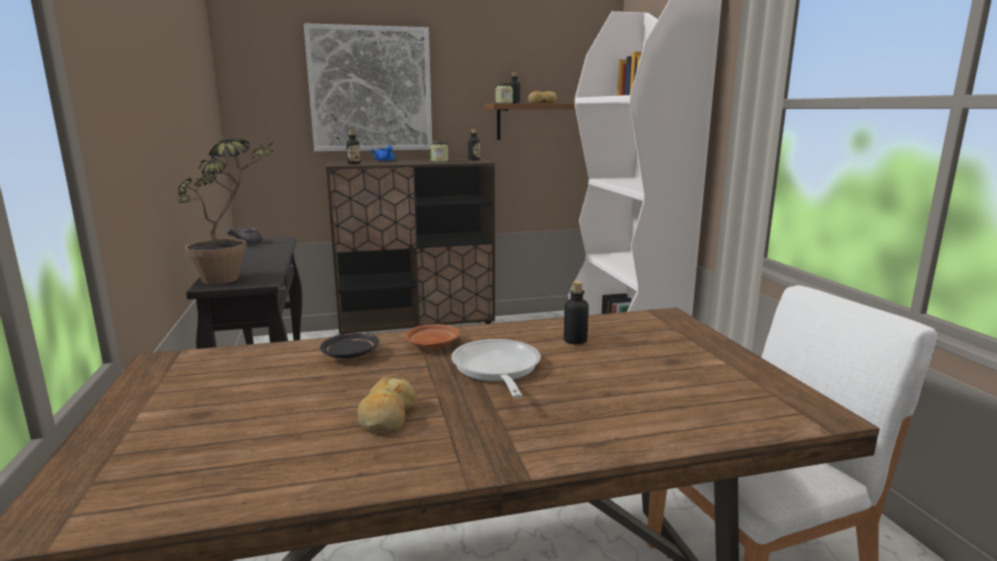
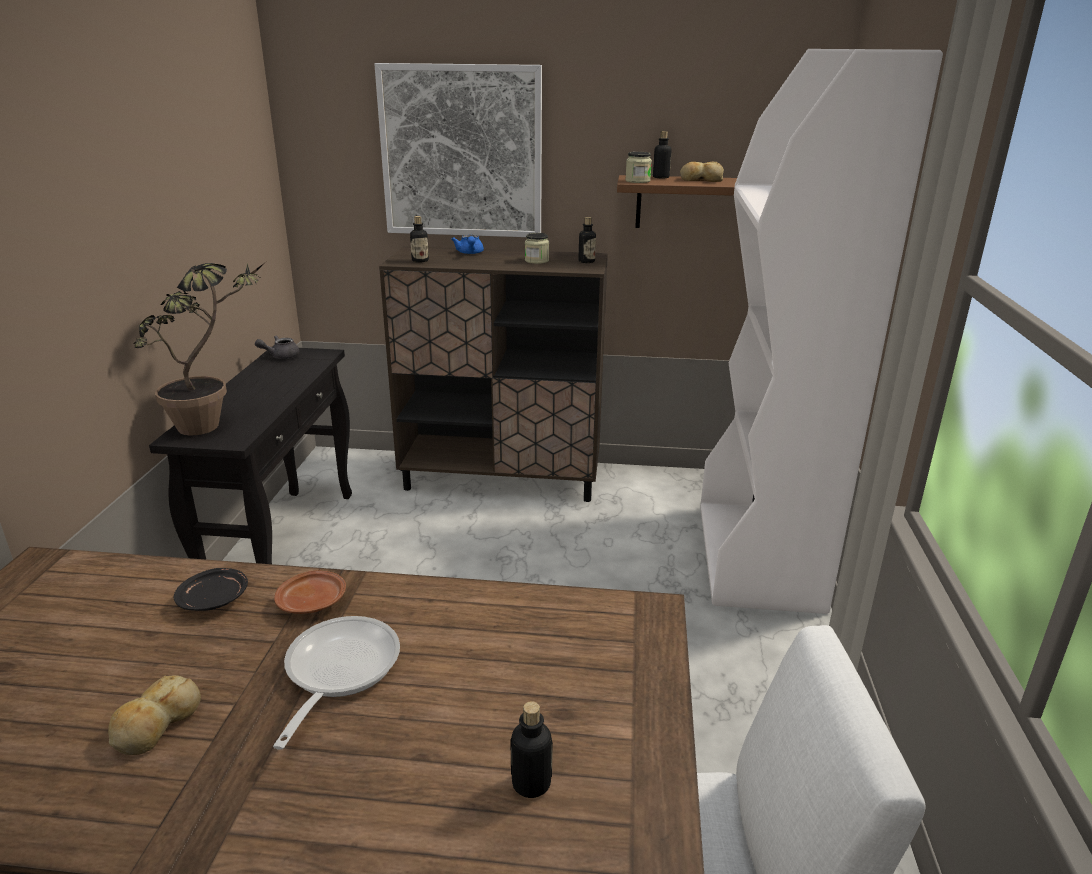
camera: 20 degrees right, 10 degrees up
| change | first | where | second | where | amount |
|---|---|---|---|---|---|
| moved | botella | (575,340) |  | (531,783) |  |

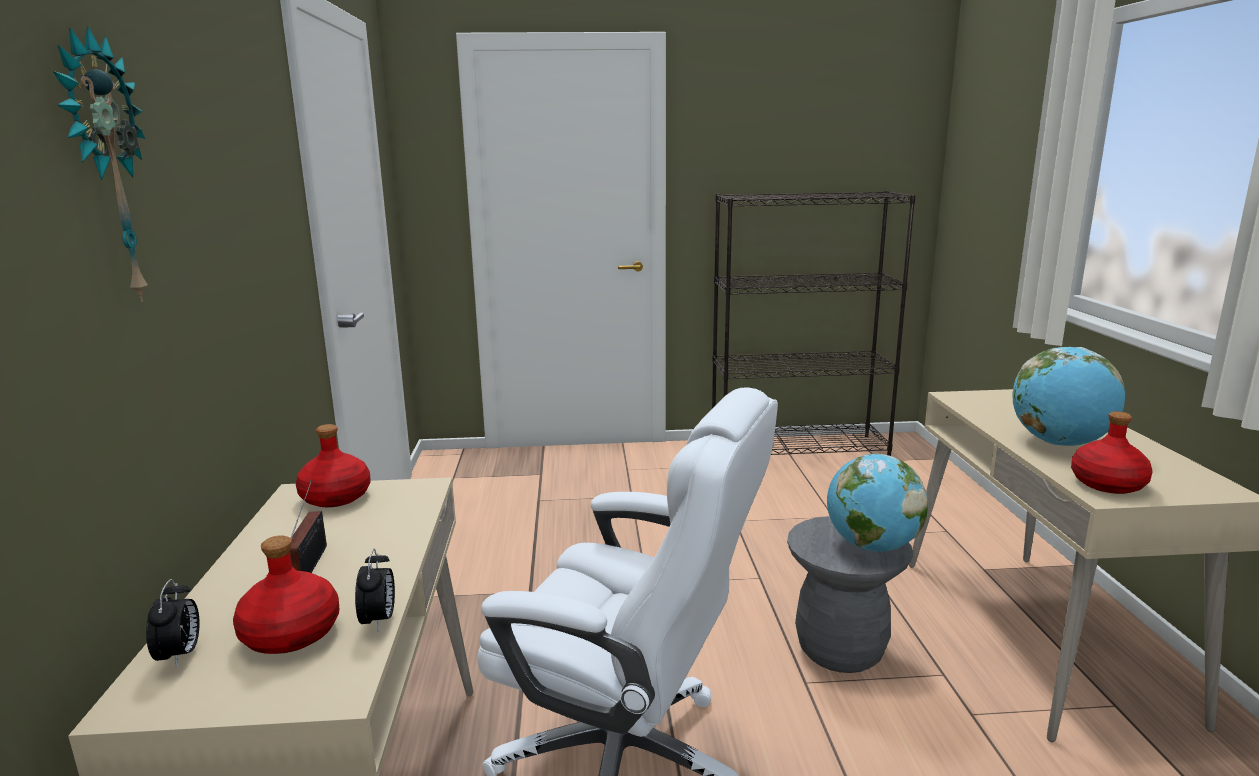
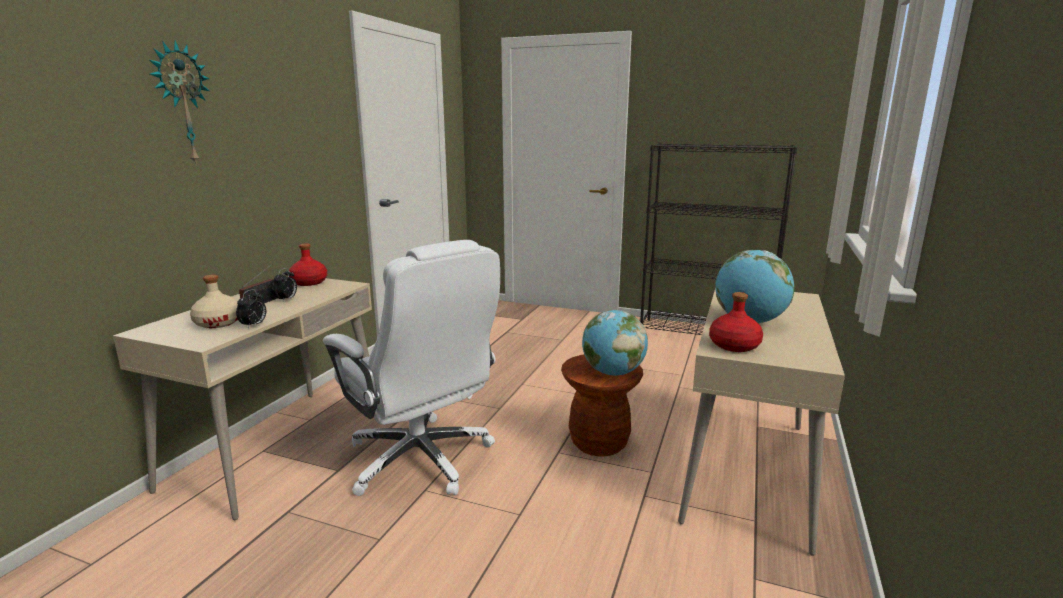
camera: 25 degrees right, 0 degrees up
| change | first | where | second | where | amount |
|---|---|---|---|---|---|
| moved | despertador | (180,655) |  | (287,299) |  |
| recoloured | botella (rojo) | (290,633) | botella (beis) | (218,323) |  |
| recoloured | taburete (gris) | (840,650) | taburete (marrón) | (599,443) |  |

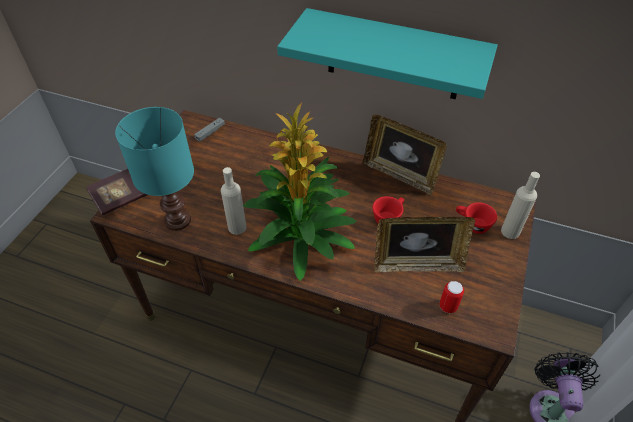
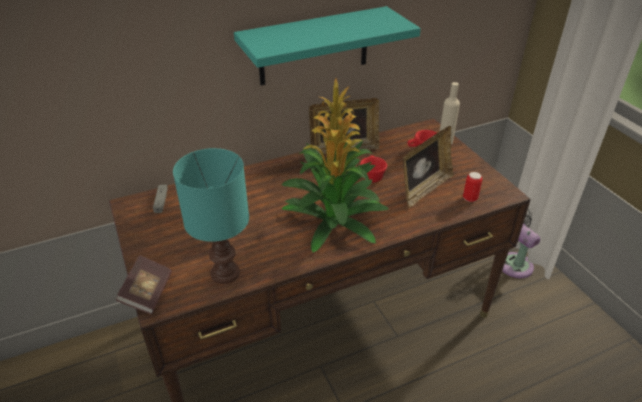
camera: 45 degrees left, 10 degrees down
| change | first | where | second | where | amount |
|---|---|---|---|---|---|
| removed | botella (beis) | (237,227) |  |  |  |

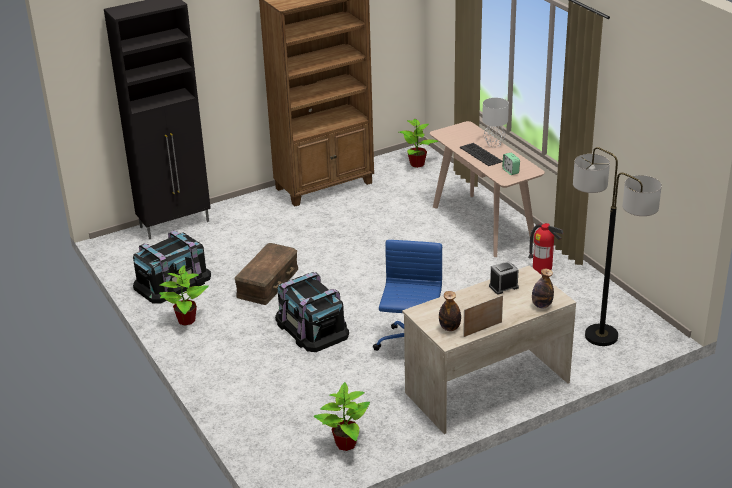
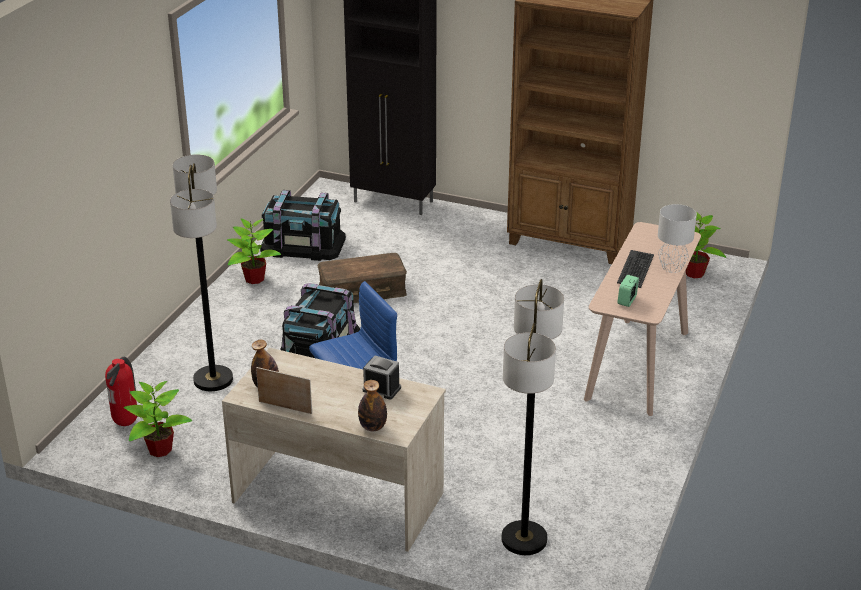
camera: 50 degrees right, 0 degrees up
| change | first | where | second | where | amount |
|---|---|---|---|---|---|
| moved | extintor | (542,273) |  | (126,423) |  |
| added |  |  | lámpara de pie | (213,379) |  |

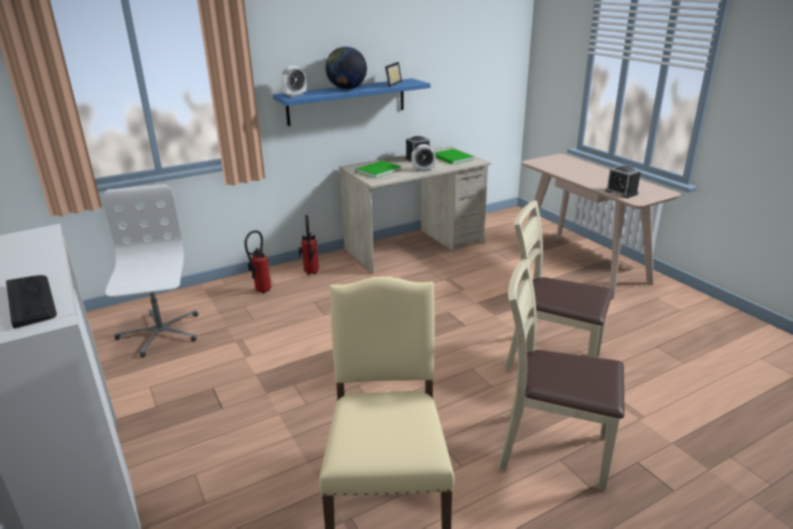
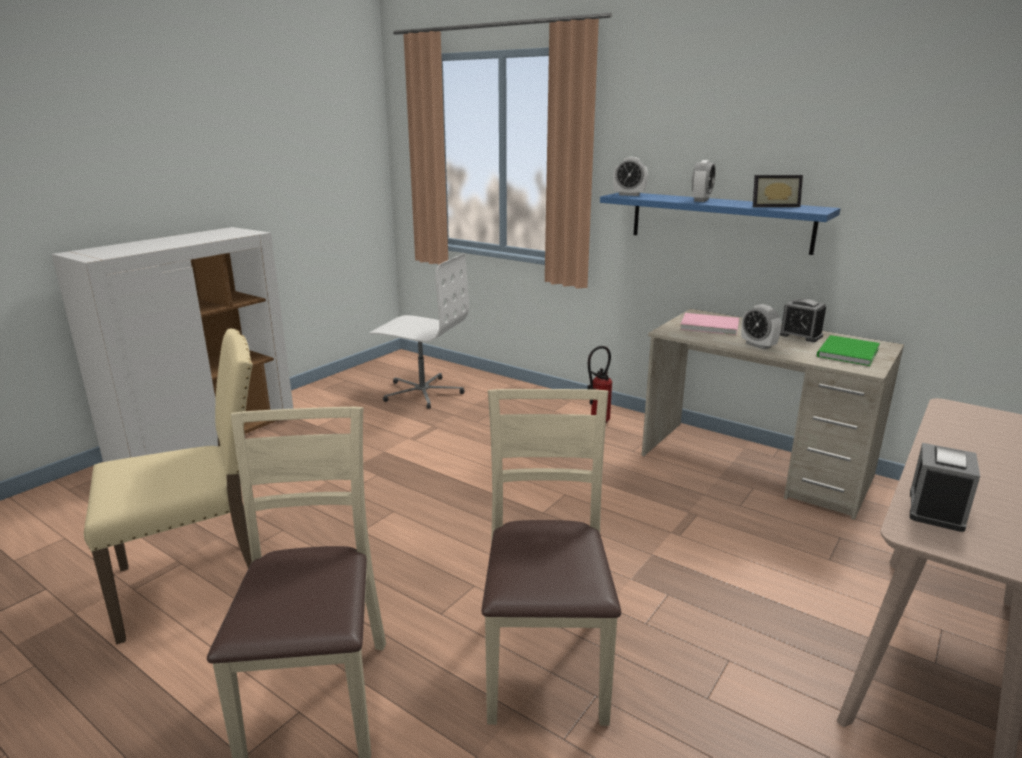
camera: 65 degrees right, 5 degrees down
| change | first | where | second | where | amount |
|---|---|---|---|---|---|
| removed | teclado | (31,300) |  |  |  |
| turned | silla de oficina (blanco) | (160,333) |  | (422,392) | 60 degrees clockwise |
| removed | extintor | (260,291) |  |  |  |
| replaced | globo terráqueo | (347,89) | despertador | (701,200) |  |
| recoloured | libro (verde) | (377,171) | libro (rosa) | (708,325) |  |

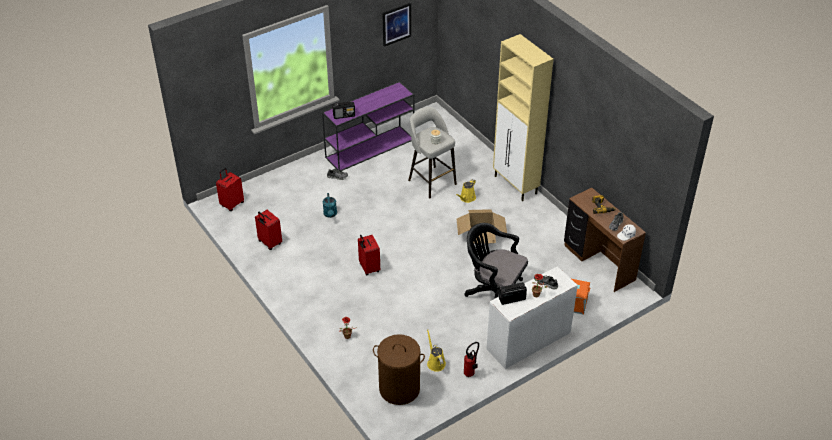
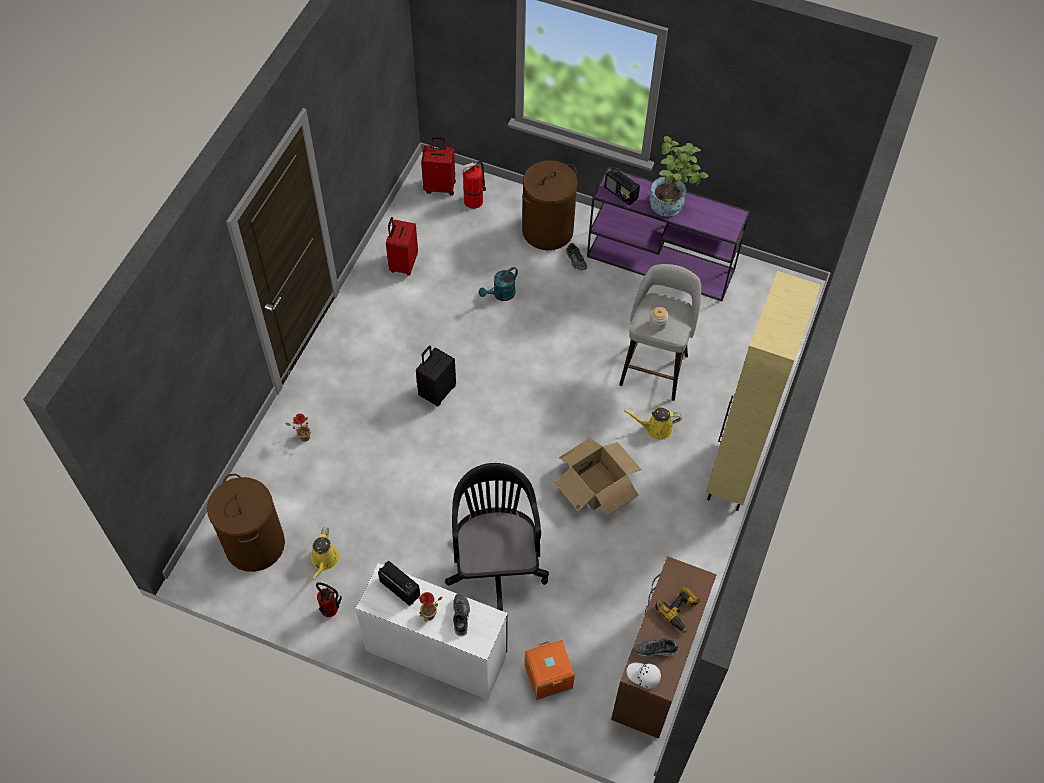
camera: 55 degrees right, 15 degrees up
| change | first | where | second | where | amount |
|---|---|---|---|---|---|
| recoloured | maleta (rojo) | (368,268) | maleta (negro) | (437,392) |  |
| removed | cuadro | (396,24) |  |  |  |
| turned | regadera (amarillo) | (435,362) |  | (324,560) | 150 degrees clockwise |
| added |  |  | extintor | (474,200) |  |
| added |  |  | cesto de la ropa (marrón) | (547,230) |  |
| added |  |  | planta en maceta | (671,204) |  |

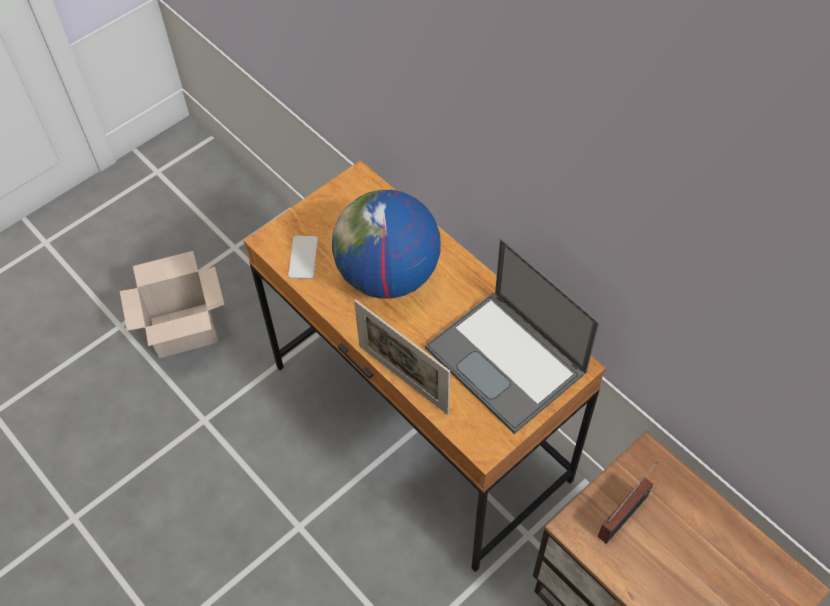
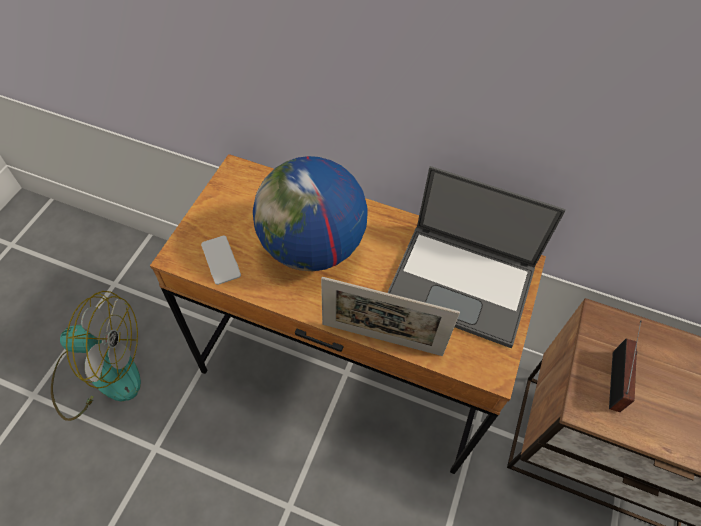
camera: 30 degrees left, 0 degrees up
| change | first | where | second | where | amount |
|---|---|---|---|---|---|
| replaced | caja de cartón | (185,328) | ventilador | (100,372) |  |

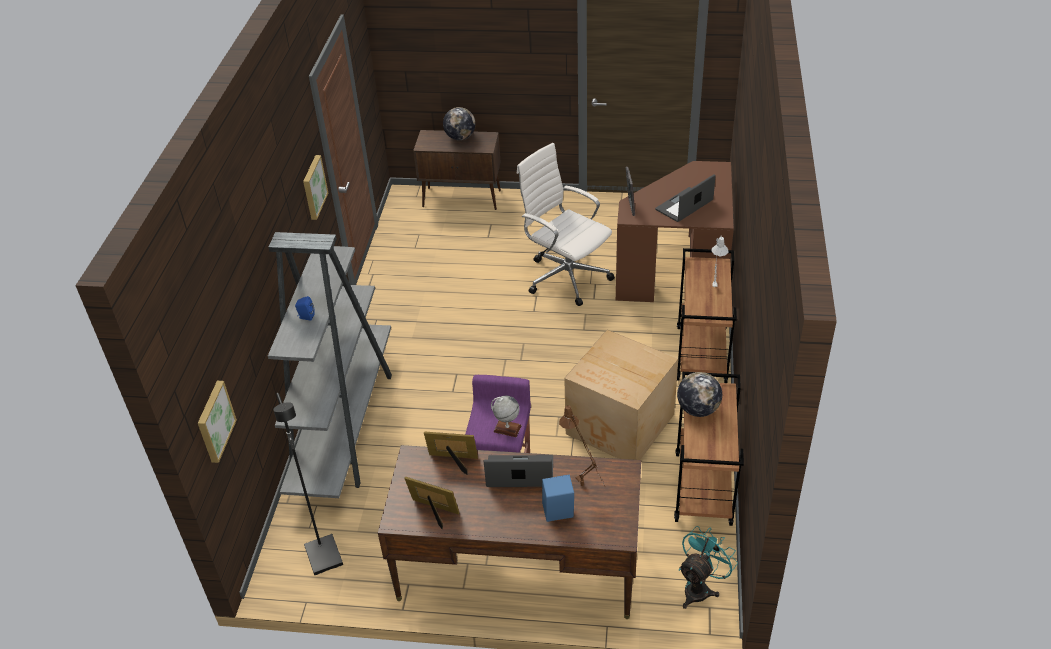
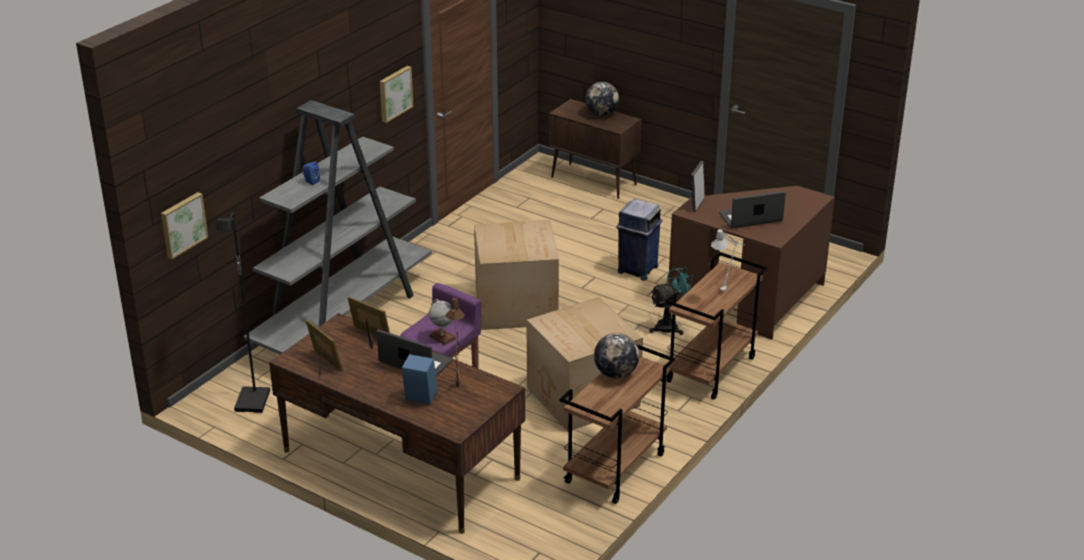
camera: 25 degrees right, 10 degrees down
| change | first | where | second | where | amount |
|---|---|---|---|---|---|
| replaced | silla de oficina (blanco) | (566,276) | papelera (azul) | (637,270) |  |
| moved | ventilador (turquesa) | (700,588) |  | (672,326) |  |
| added |  |  | caja de cartón | (517,305) |  |

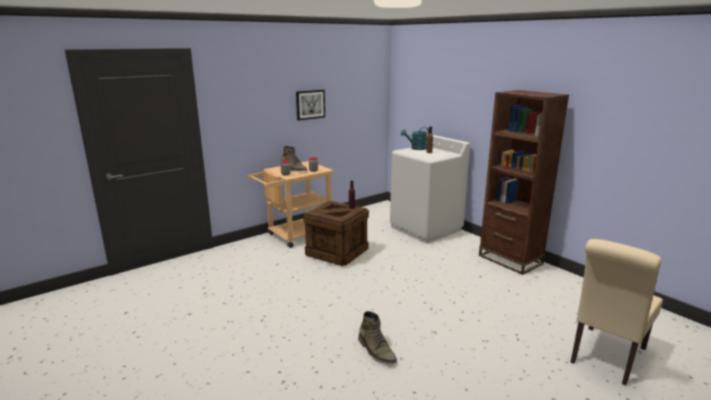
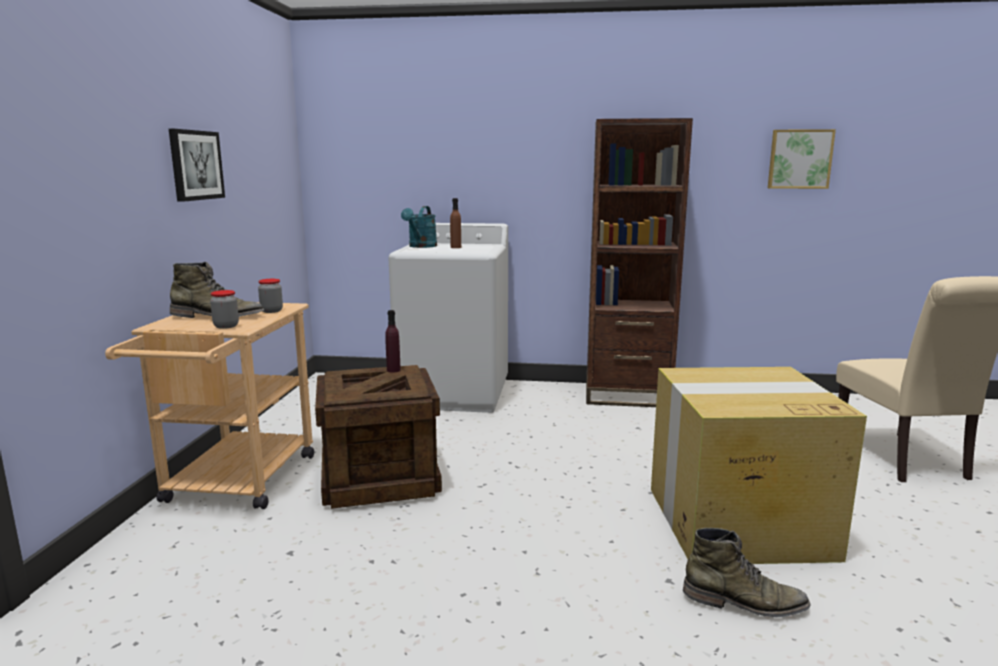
camera: 45 degrees left, 5 degrees down
| change | first | where | second | where | amount |
|---|---|---|---|---|---|
| added |  |  | caja de cartón | (736,522) |  |
| added |  |  | cuadro | (799,159) |  |

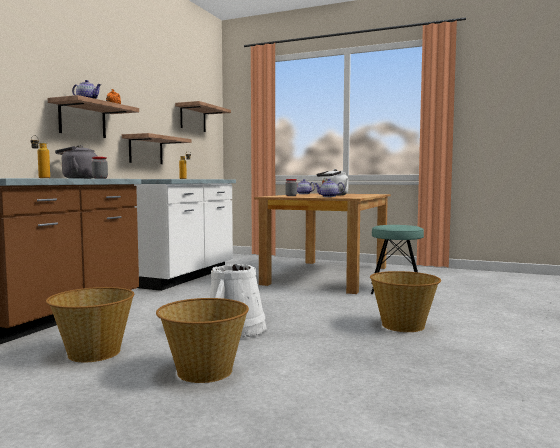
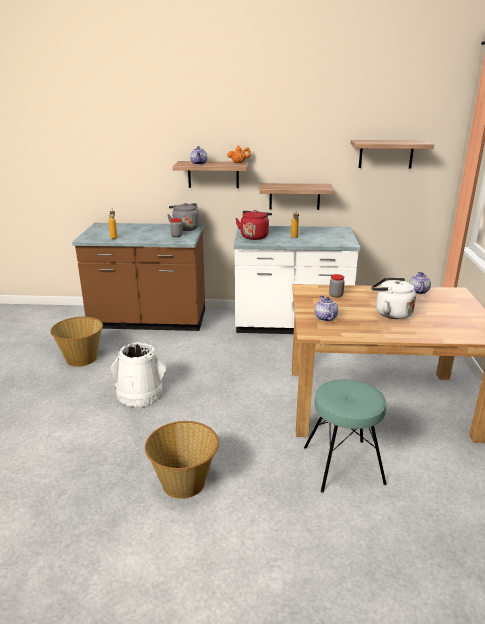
camera: 70 degrees right, 20 degrees up
| change | first | where | second | where | amount |
|---|---|---|---|---|---|
| removed | cesta | (203,372) |  |  |  |
| added |  |  | hervidor (rojo) | (254,236) |  |

